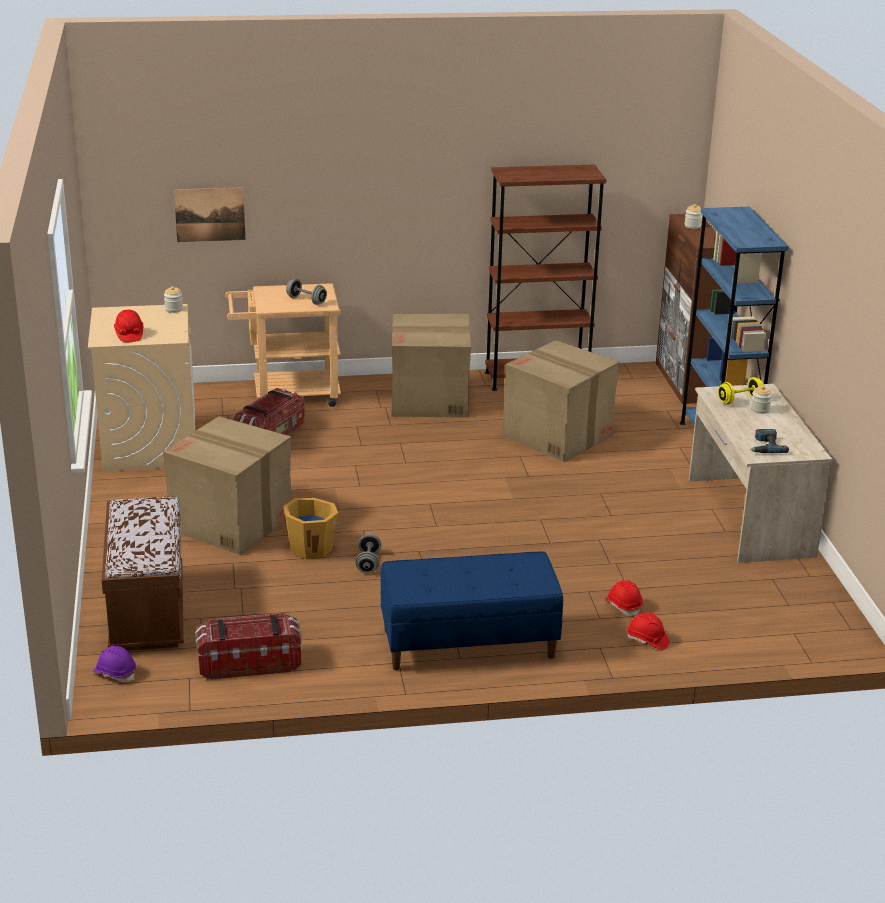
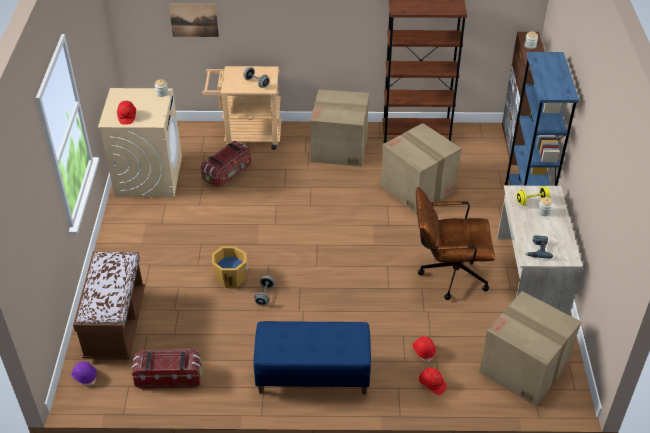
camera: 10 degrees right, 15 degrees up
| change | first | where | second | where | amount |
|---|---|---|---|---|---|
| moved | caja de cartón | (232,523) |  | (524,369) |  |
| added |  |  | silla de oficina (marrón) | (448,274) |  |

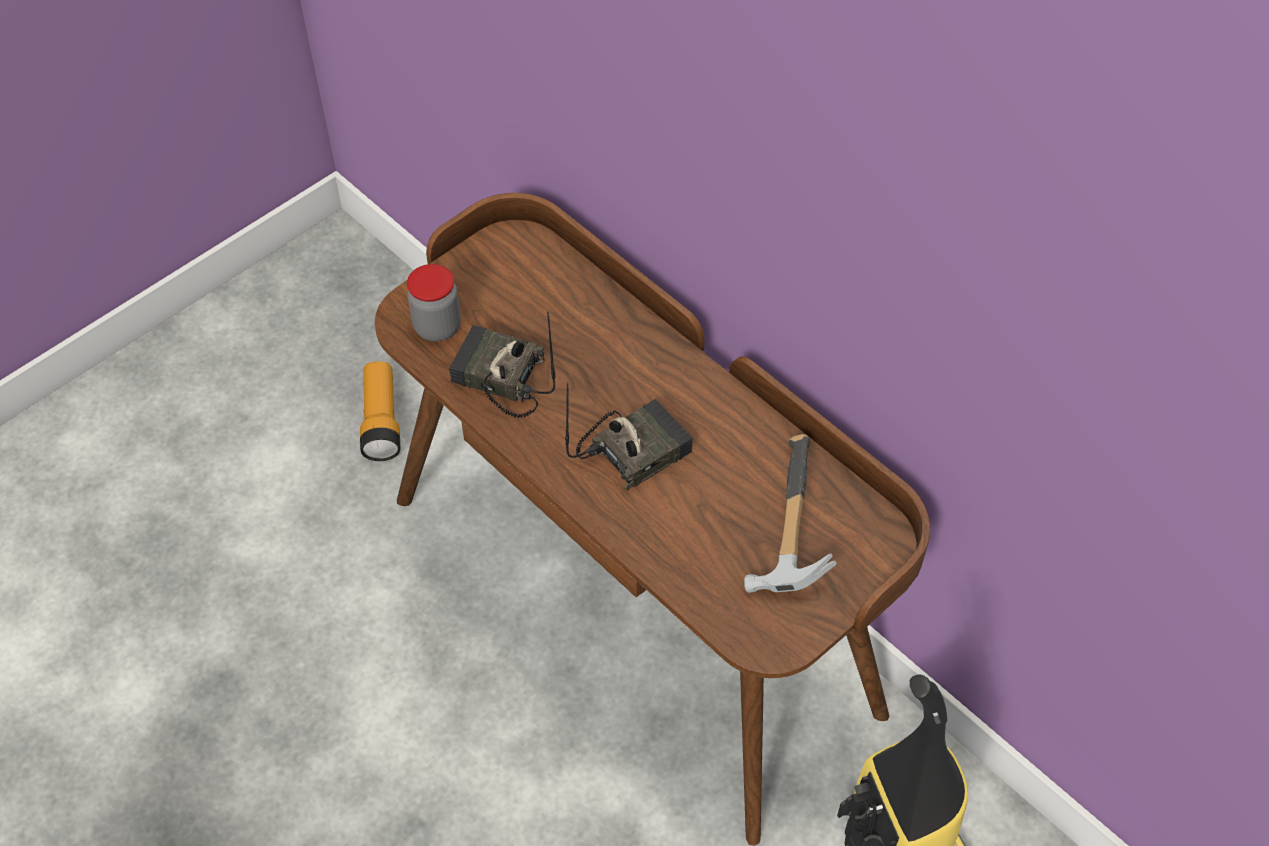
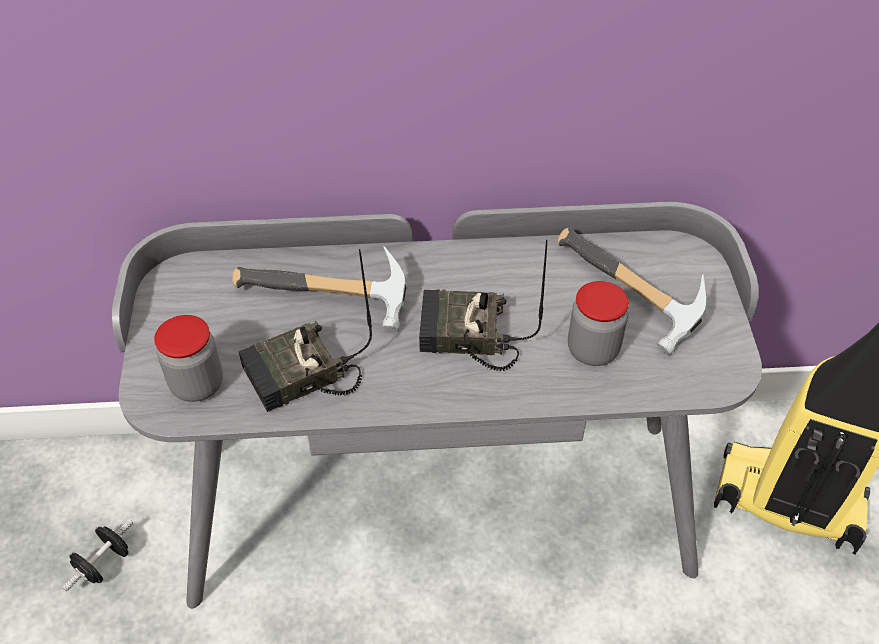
camera: 50 degrees left, 5 degrees down
| change | first | where | second | where | amount |
|---|---|---|---|---|---|
| replaced | linterna | (381,421) | mancuerna (negro) | (104,564) |  |
| recoloured | escritorio (marrón) | (636,599) | escritorio (gris) | (439,505) |  |
| turned | radio | (633,449) |  | (465,338) | 90 degrees counterclockwise |
| added |  |  | martillo | (327,303) |  |
| added |  |  | tarro | (592,350) |  |

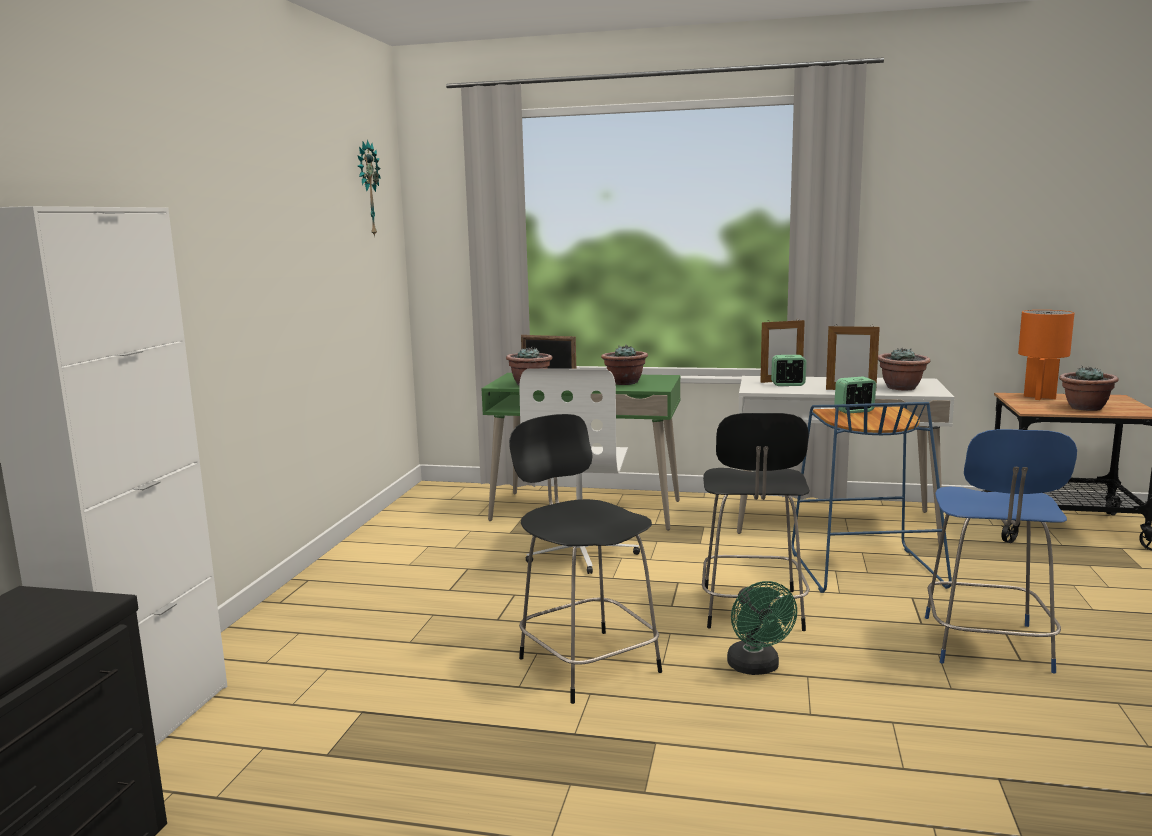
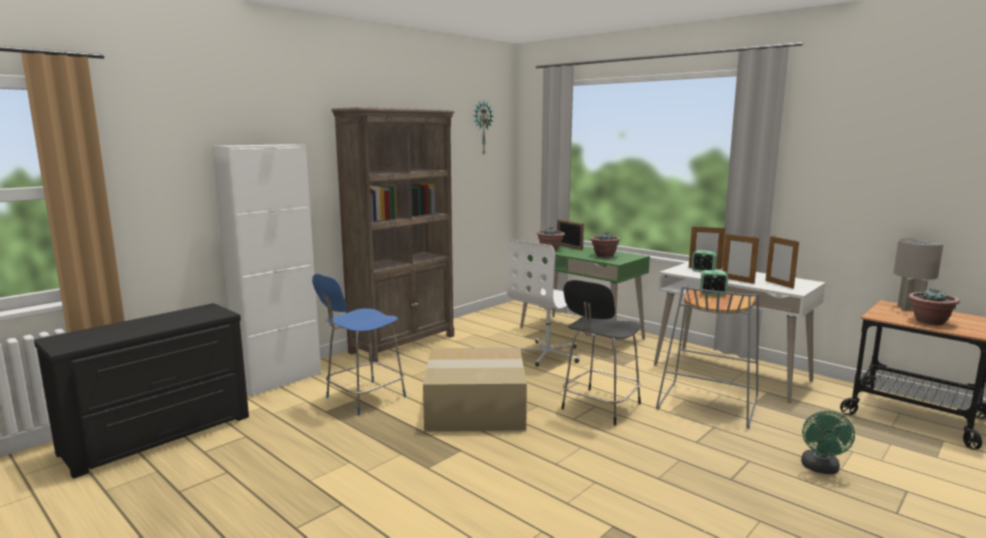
camera: 30 degrees right, 0 degrees up
| change | first | where | second | where | amount |
|---|---|---|---|---|---|
| replaced | silla (negro) | (586,662) | caja de cartón | (477,407) |  |
| moved | ventilador (verde) | (756,668) |  | (821,469) |  |
| recoloured | taburete (azul) | (863,568) | taburete (gris) | (707,403) |  |
| replaced | planta en maceta | (902,388) | portarretratos | (779,284) |  |
| moved | silla (azul) | (986,646) |  | (363,398) |  |
| recoloured | lámpara de mesa (naranja) | (1039,397) | lámpara de mesa (gris) | (909,308) |  |
| added |  |  | estantería (marrón) | (403,344) |  |

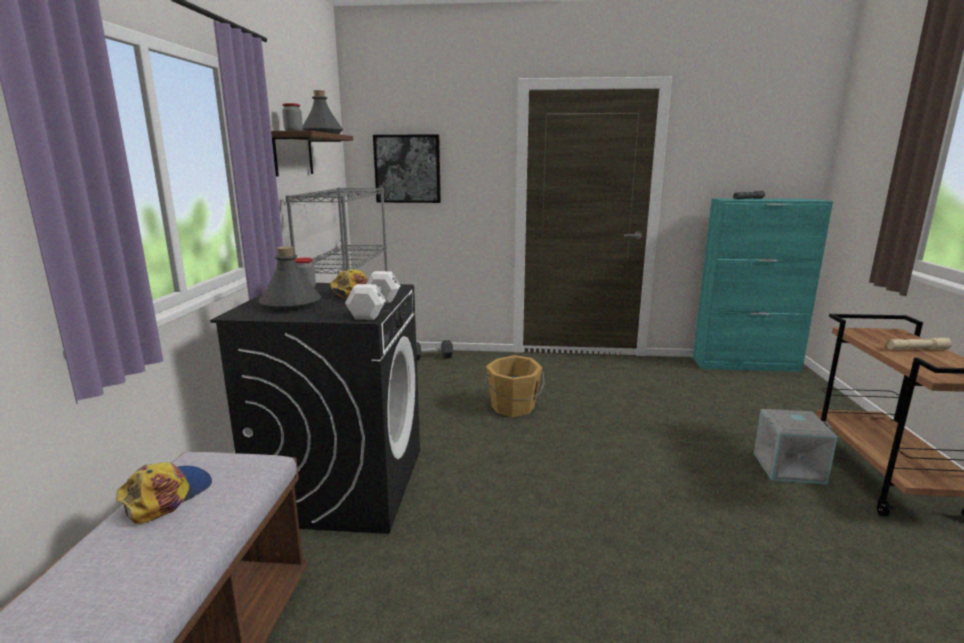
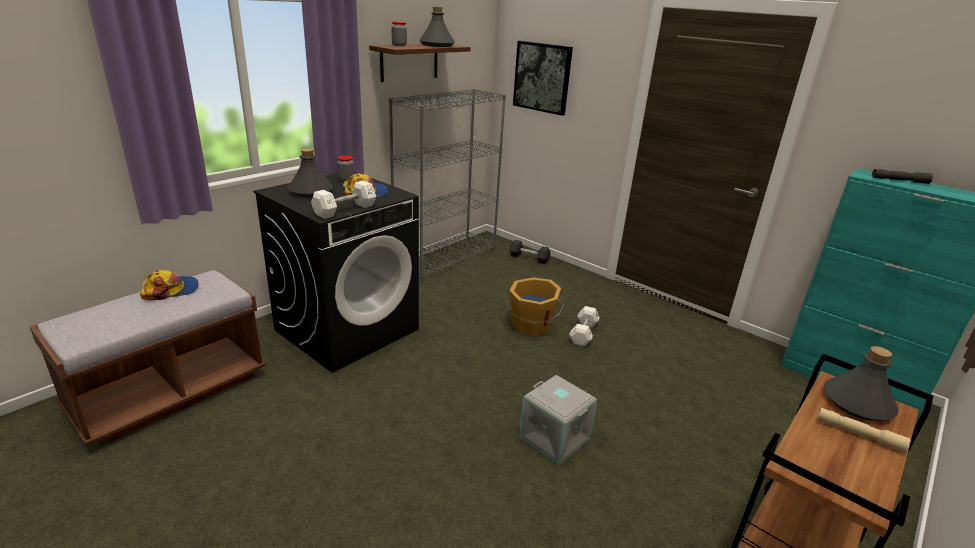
camera: 35 degrees right, 10 degrees up
| change | first | where | second | where | amount |
|---|---|---|---|---|---|
| moved | caja de almacenaje (gris) | (788,467) |  | (555,437) |  |
| added |  |  | mancuerna (blanco) | (583,333) |  |
| added |  |  | botella (gris) | (857,403) |  |

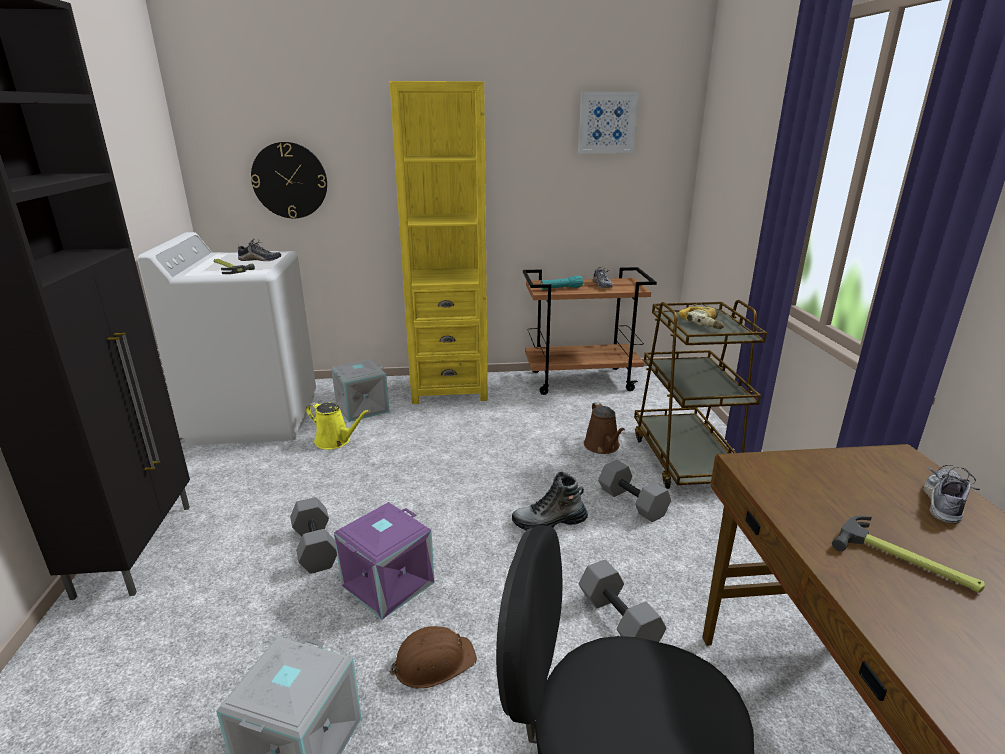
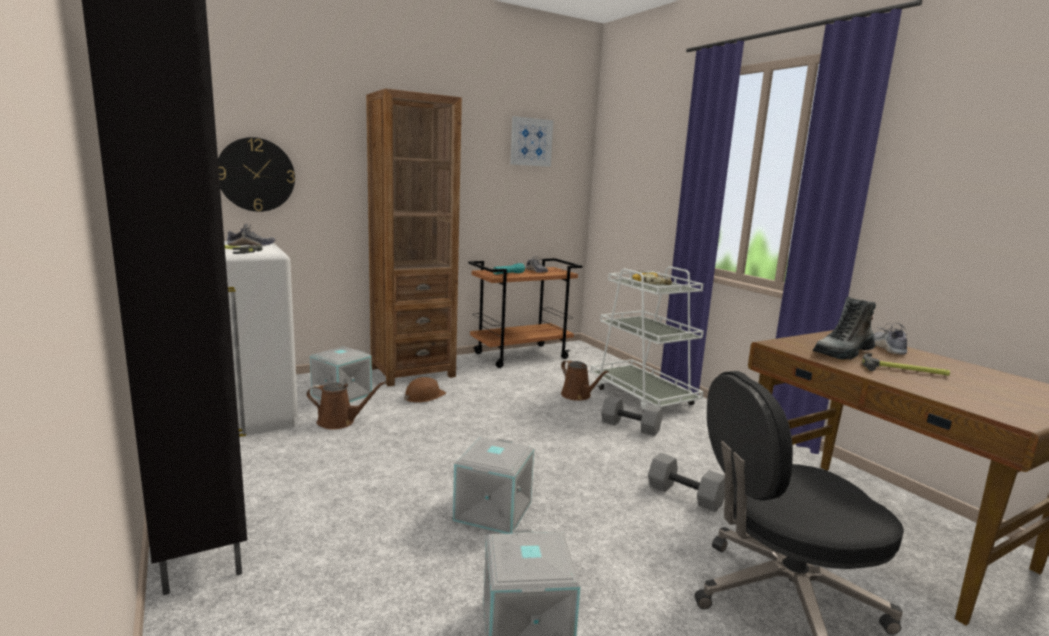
camera: 25 degrees left, 10 degrees down
| change | first | where | second | where | amount |
|---|---|---|---|---|---|
| removed | mancuerna (gris) | (314,547) |  |  |  |
| recoloured | regadera (amarillo) | (335,441) | regadera (marrón) | (339,422) |  |
| recoloured | caja de almacenaje (morado) | (388,585) | caja de almacenaje (gris) | (494,511) |  |
| moved | casco (marrón) | (433,662) |  | (424,396) |  |
| recoloured | estantería (amarillo) | (449,388) | estantería (marrón) | (412,372) |  |
| moved | bota | (549,522) |  | (843,353) |  |
| recoloured | carrito (marrón) | (685,459) | carrito (blanco) | (642,396) |  |

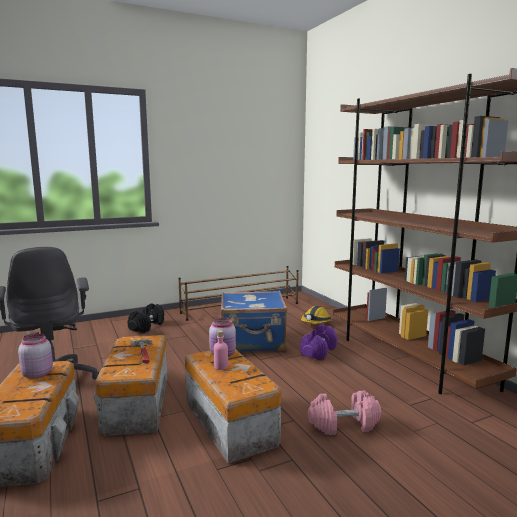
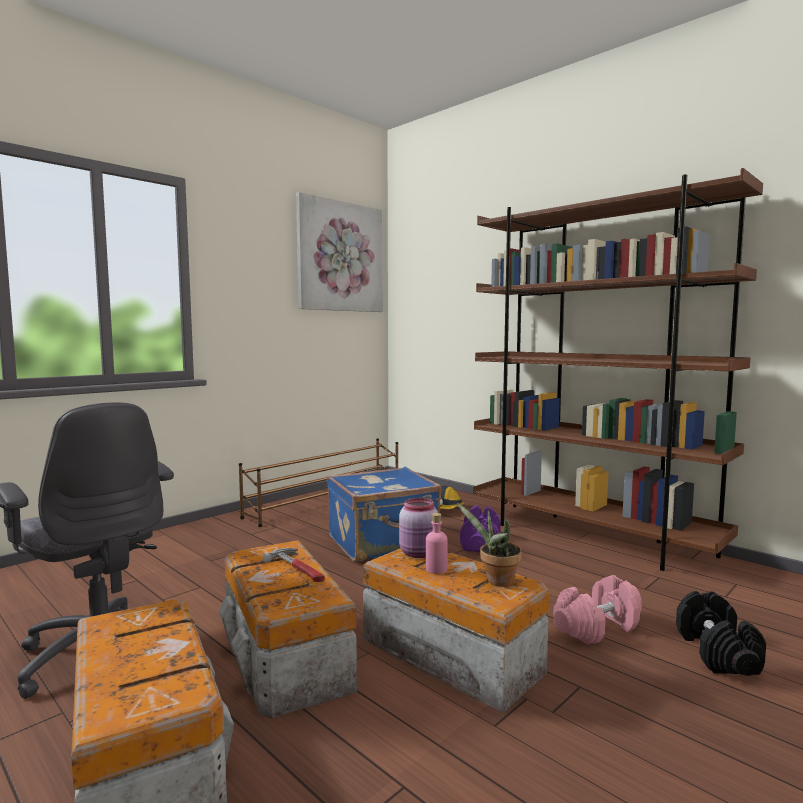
camera: 20 degrees left, 5 degrees down
| change | first | where | second | where | amount |
|---|---|---|---|---|---|
| removed | tarro (rosa) | (37,374) |  |  |  |
| moved | mancuerna (negro) | (147,326) |  | (718,653) |  |
| added |  |  | cuadro | (340,257) |  |
| added |  |  | planta en maceta | (496,581) |  |

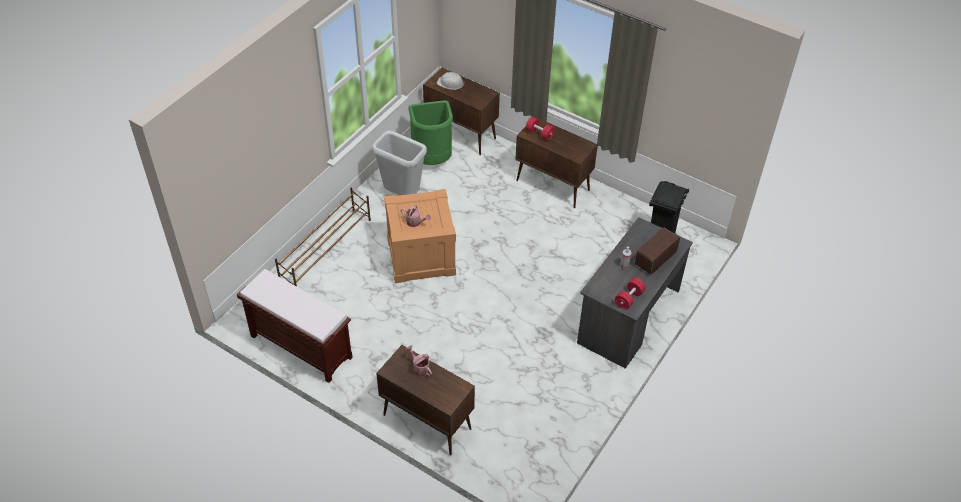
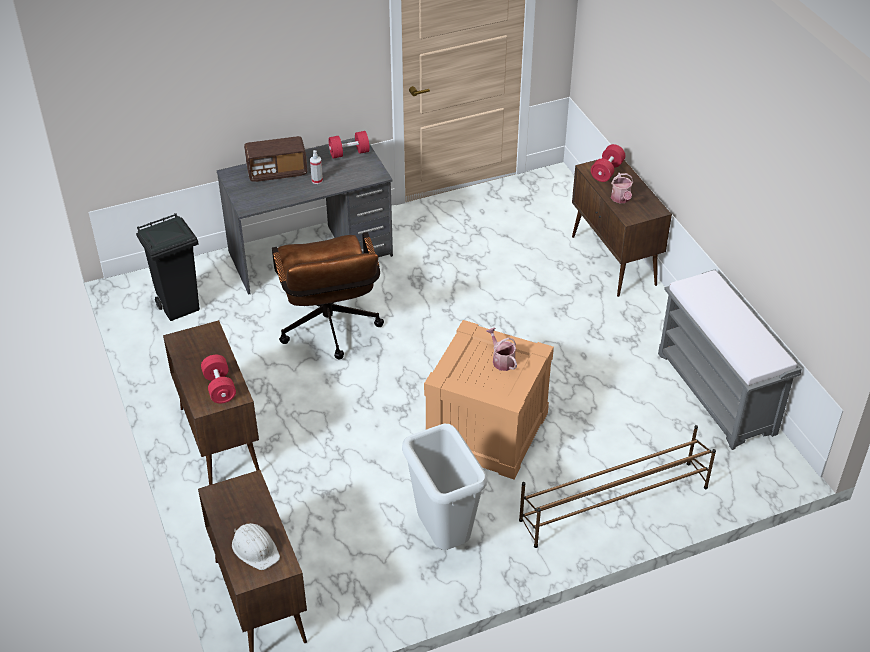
camera: 145 degrees left, 5 degrees down
| change | first | where | second | where | amount |
|---|---|---|---|---|---|
| recoloured | banco (marrón) | (300,346) | banco (gris) | (717,393) |  |
| removed | papelera (verde) | (432,160) |  |  |  |
| added |  |  | silla de oficina (marrón) | (330,331) |  |
| added |  |  | mancuerna (rojo) | (607,171) |  |

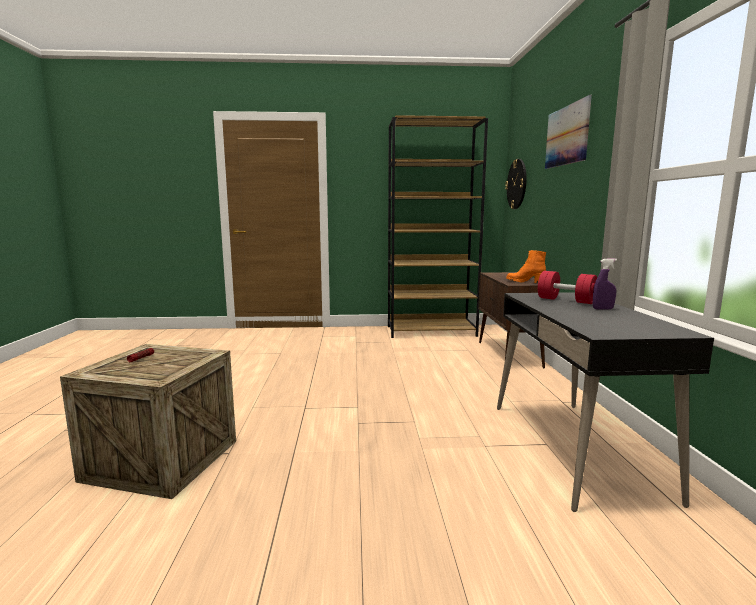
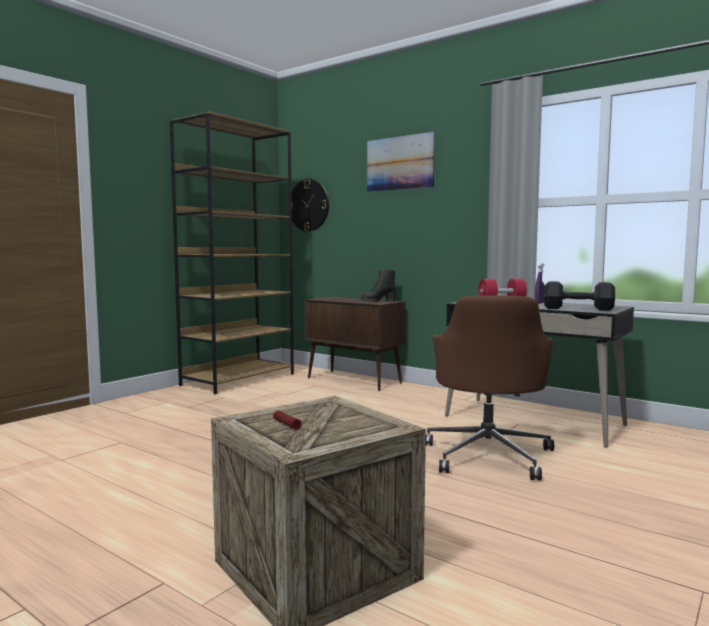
camera: 50 degrees left, 5 degrees down
| change | first | where | second | where | amount |
|---|---|---|---|---|---|
| recoloured | bota (naranja) | (525,282) | bota (negro) | (378,301) |  |
| added |  |  | silla de oficina (marrón) | (488,455) |  |
| added |  |  | mancuerna (negro) | (579,309) |  |

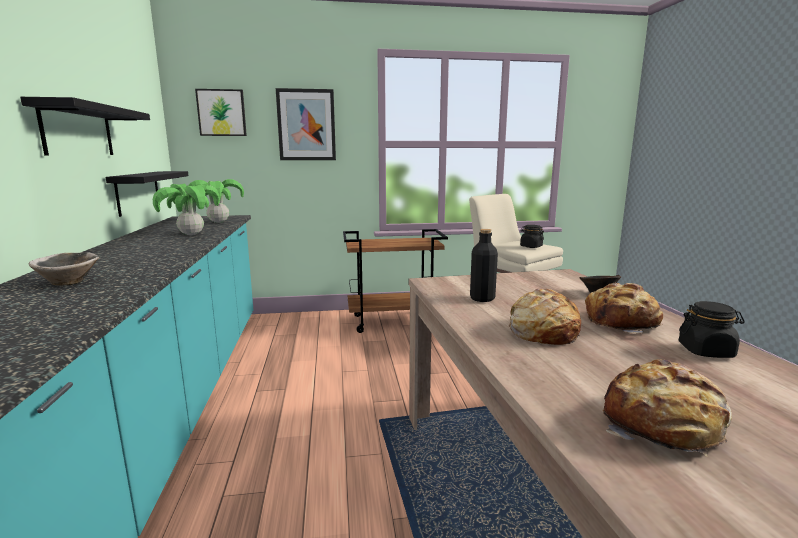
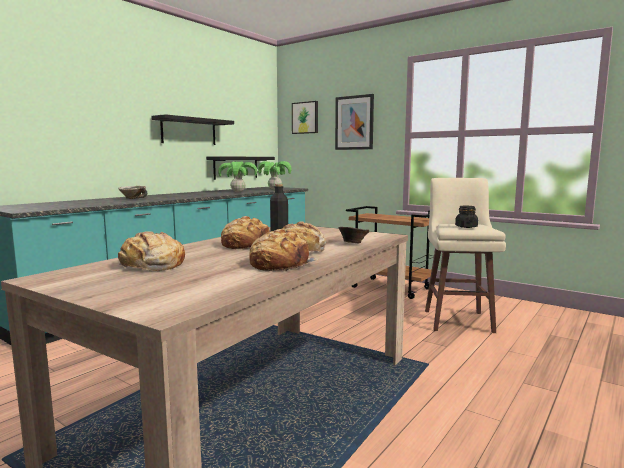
camera: 45 degrees right, 5 degrees down
| change | first | where | second | where | amount |
|---|---|---|---|---|---|
| replaced | tarro (negro) | (706,351) | pan | (279,264) |  |

